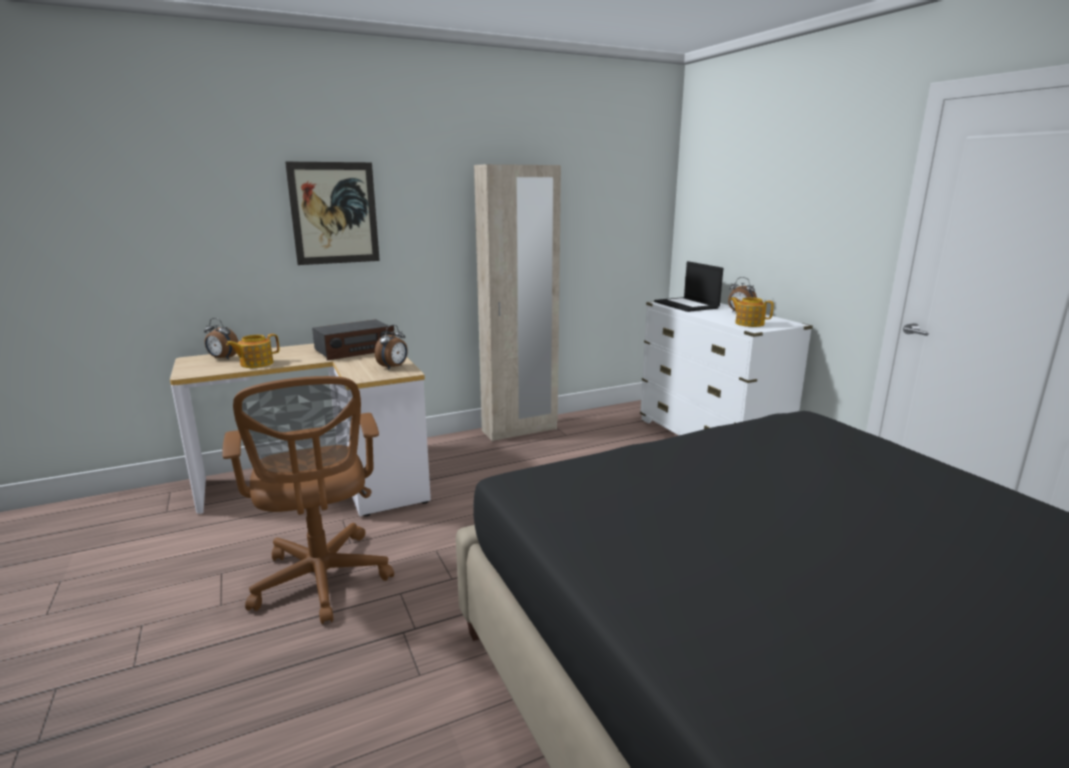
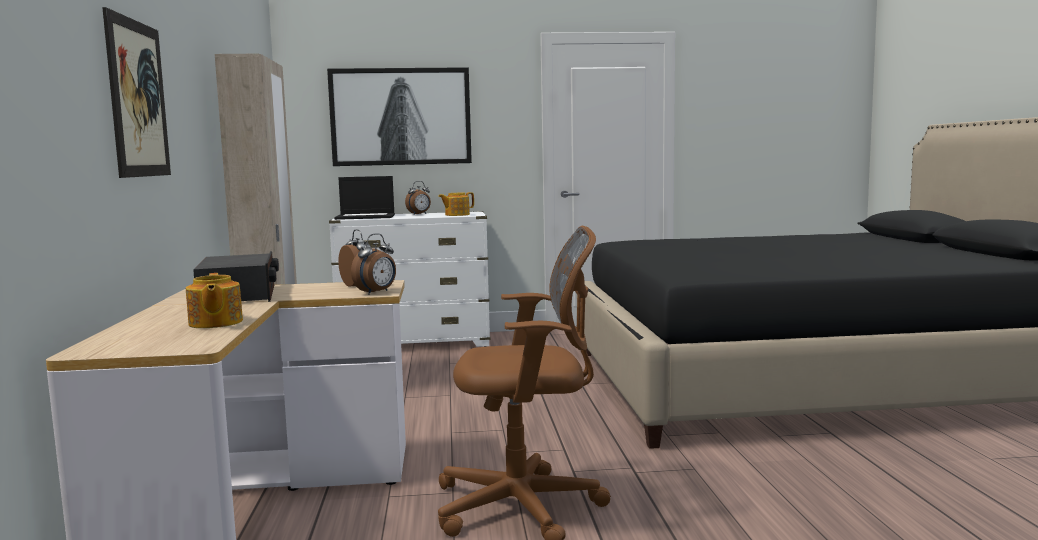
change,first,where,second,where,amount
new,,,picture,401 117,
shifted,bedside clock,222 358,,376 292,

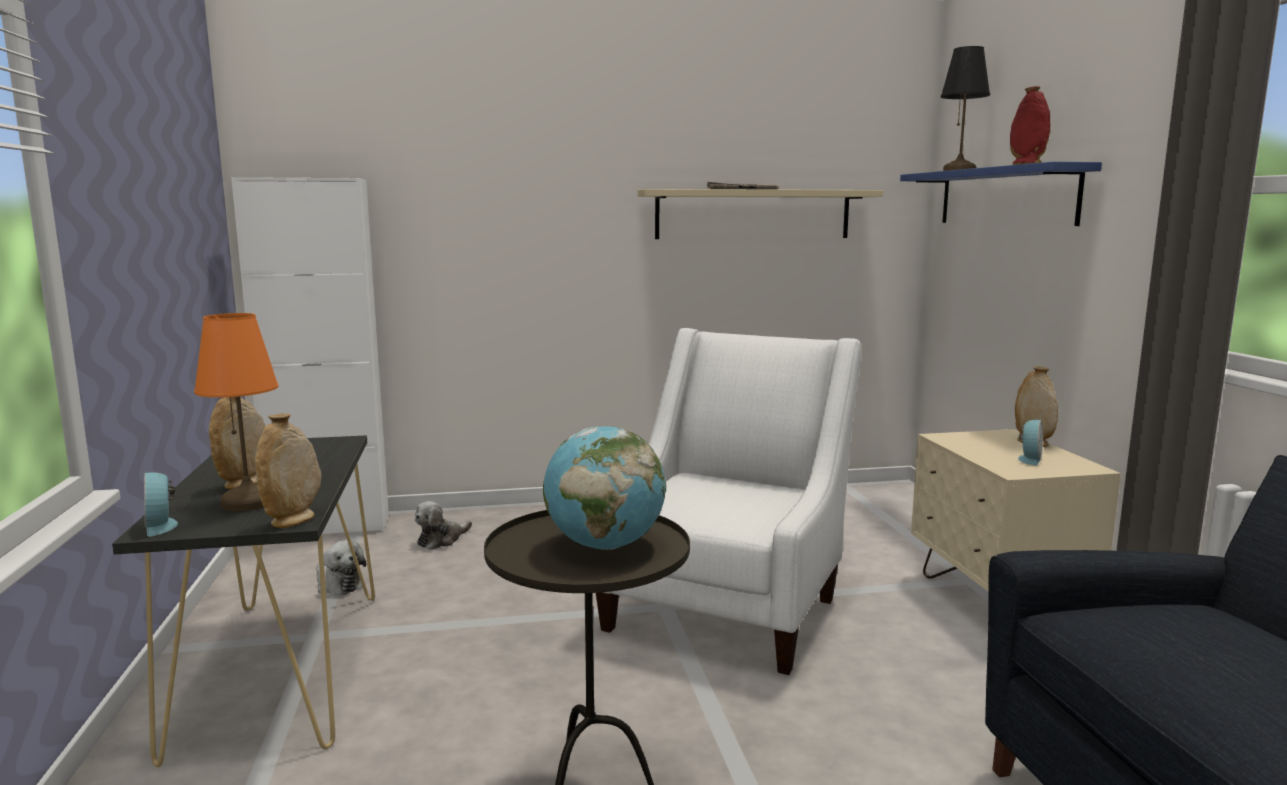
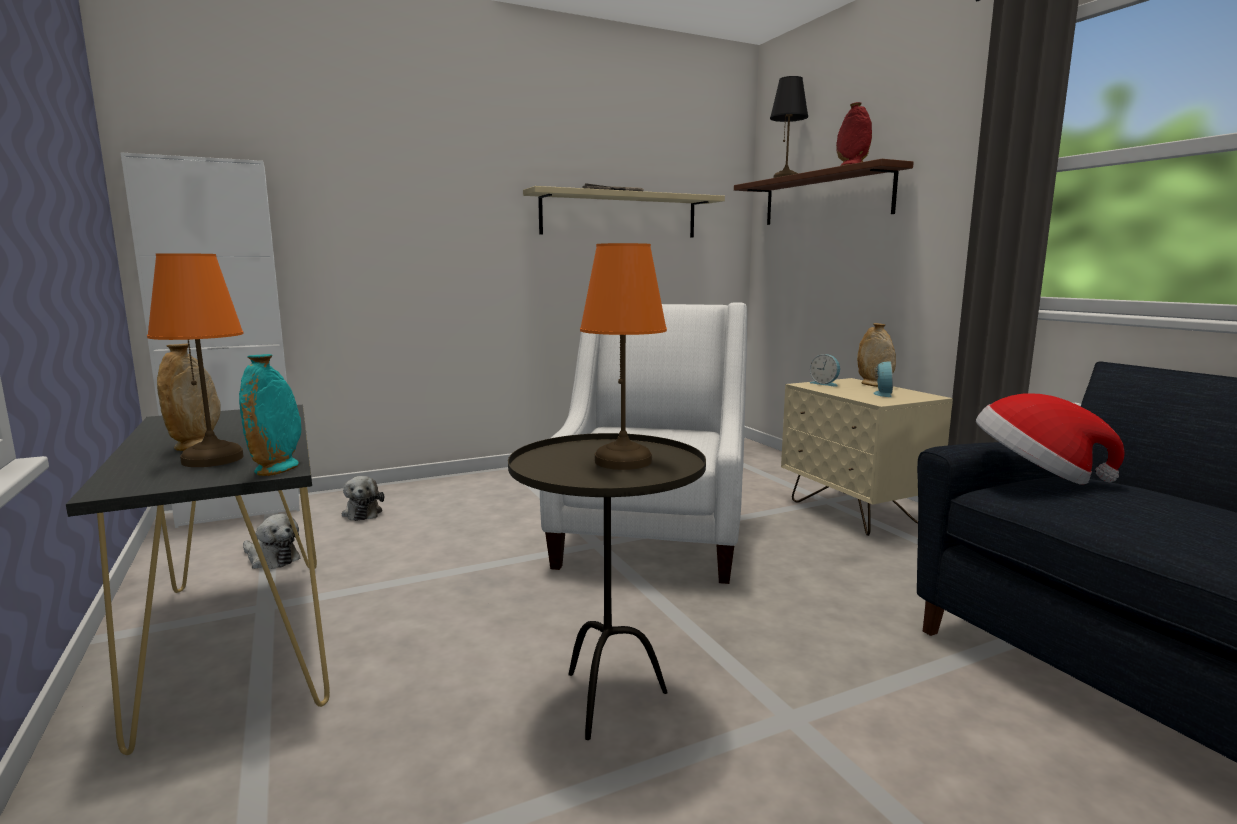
change,first,where,second,where,amount
new,,,hat,1035 475,
shifted,bedside clock,162 525,,825 384,
swapped,world globe,605 545,orange-coloured tabletop lamp,622 461,
repainted,sand-coloured vase,293 520,turquoise vase,277 469,
repainted,blue-coloured shelf,1005 197,brownish shelf,825 198,
rotated,cuddly toy,441 540,,362 512,45 degrees counterclockwise

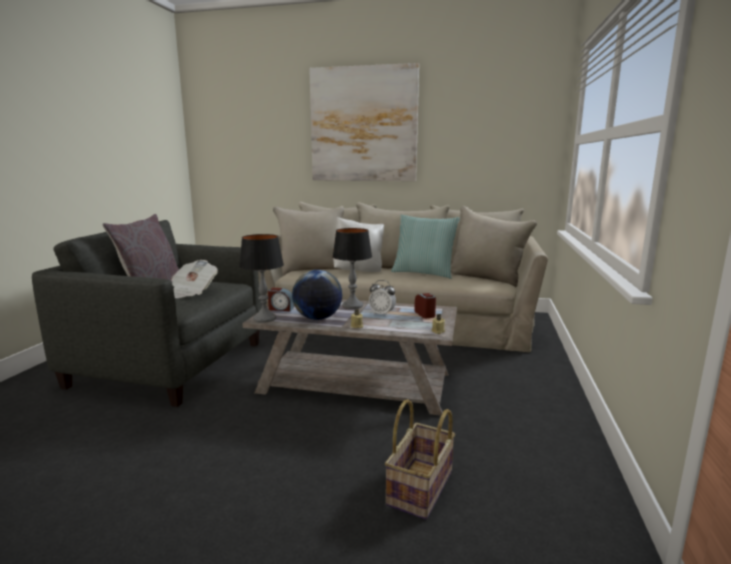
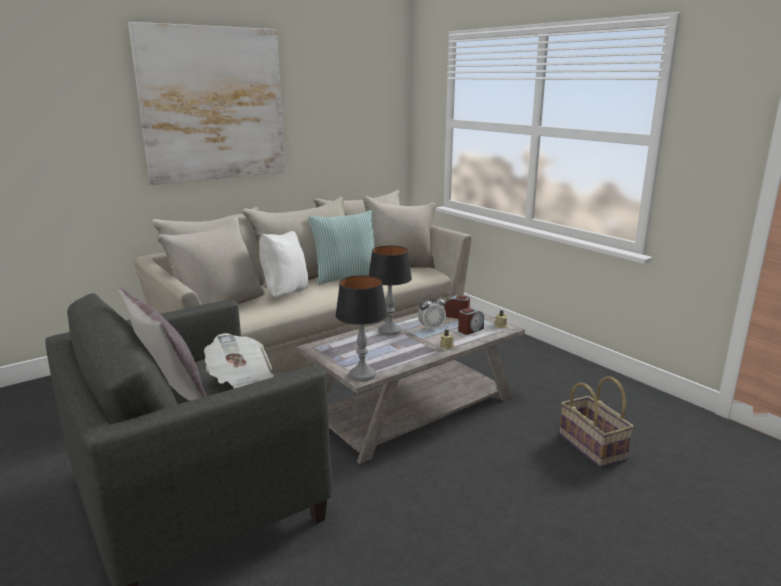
change,first,where,second,where,amount
gone,world globe,317 318,,,
shifted,bedside clock,280 309,,470 330,

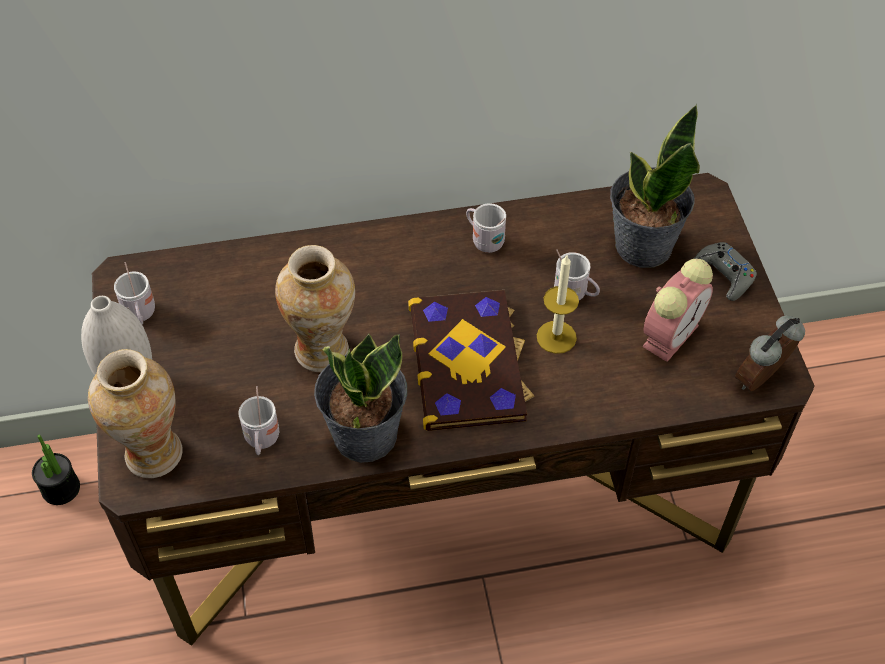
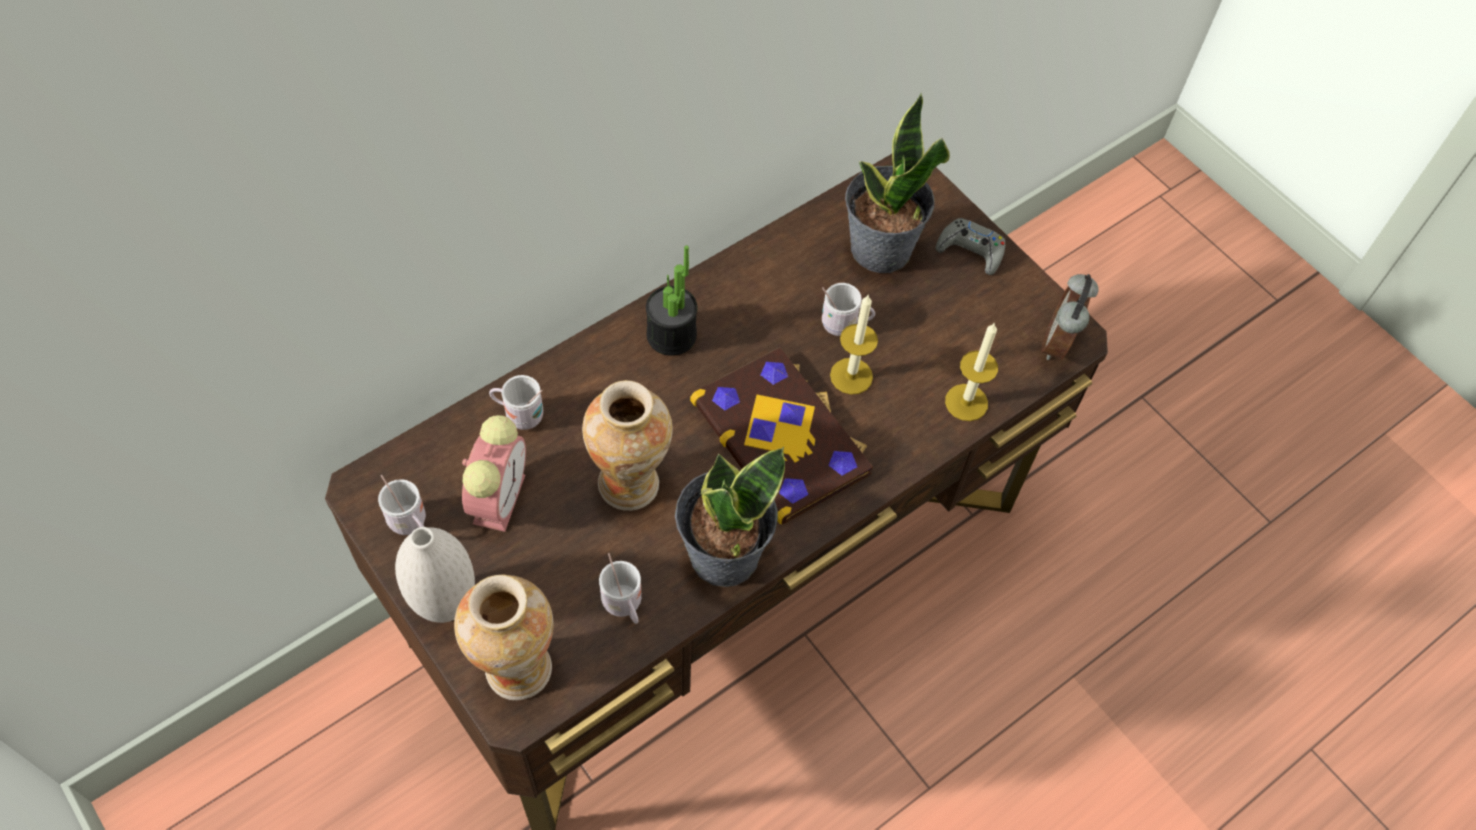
change,first,where,second,where,amount
new,,,wax light,966 402,
shifted,houseplant,61 488,,671 335,
shifted,white-coloured mug,484 240,,519 415,
shifted,bedside clock,671 334,,499 496,

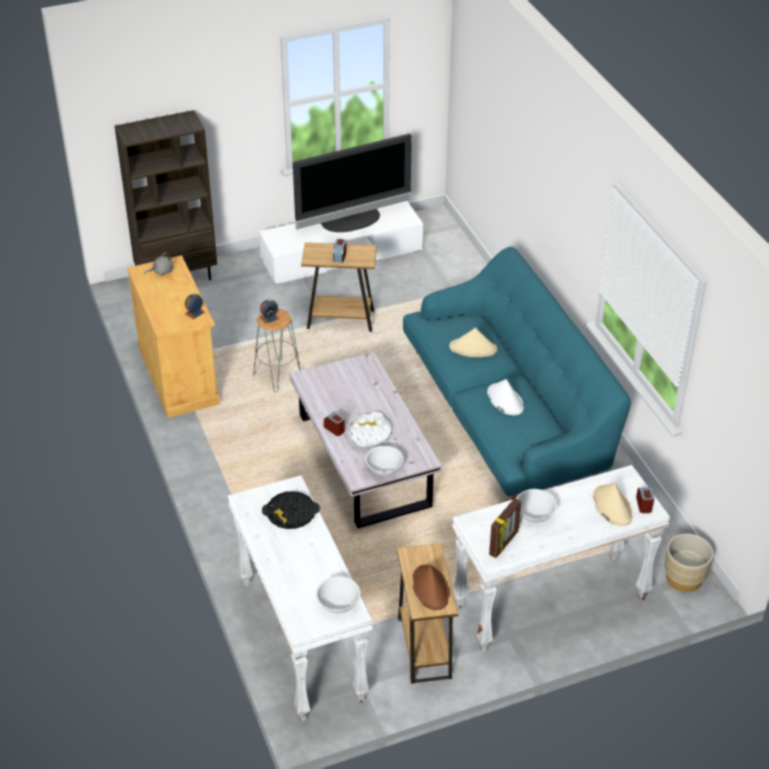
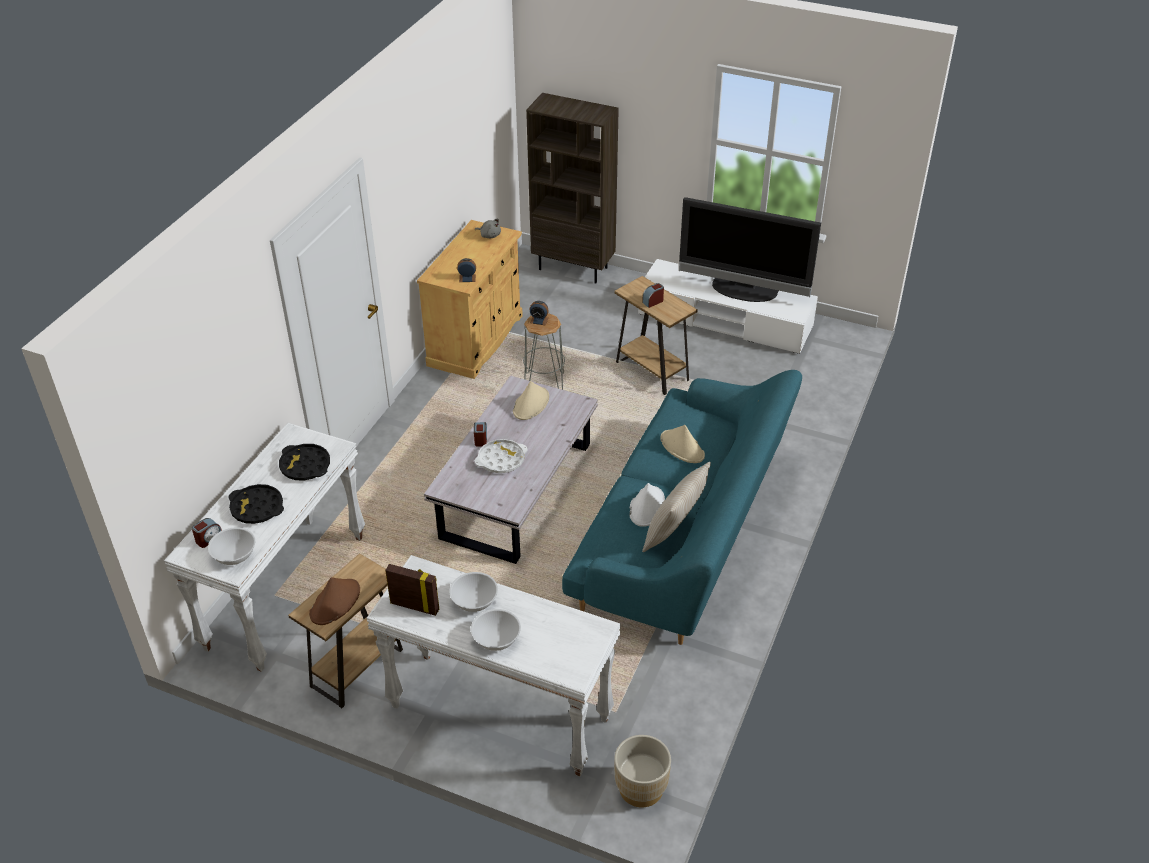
change,first,where,second,where,amount
new,,,black-coloured tray,257 508,
new,,,sand-coloured cushion,674 533,
shifted,white-coloured serving bowl,384 468,,496 639,
shifted,sand-coloured hat,612 506,,531 404,
shifted,bedside clock,644 505,,209 539,
rotated,picture frame,504 543,,415 606,150 degrees counterclockwise

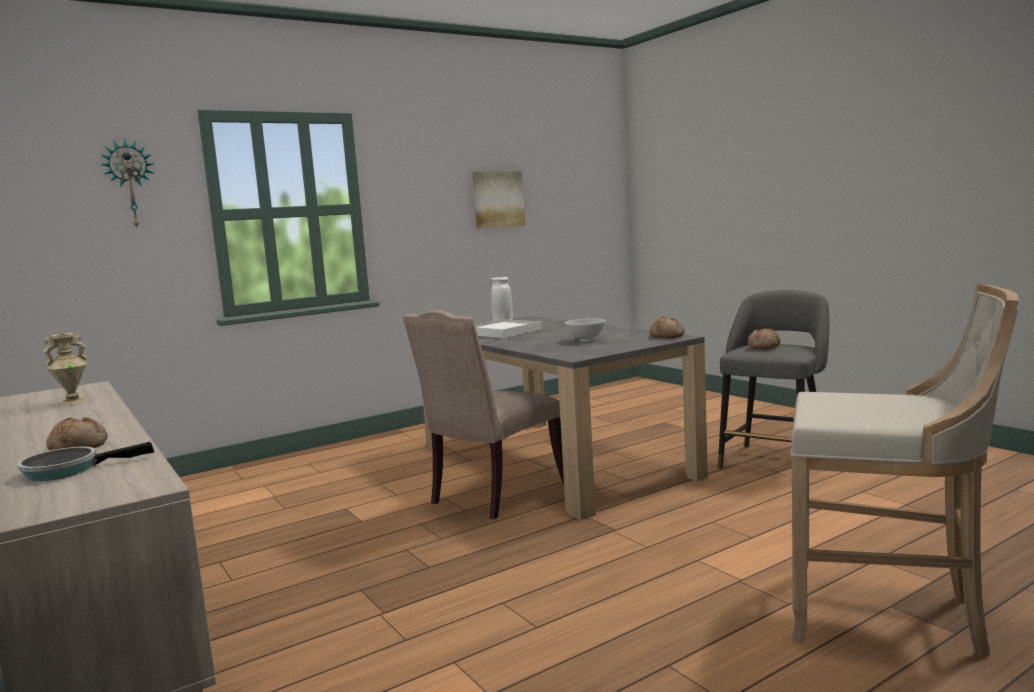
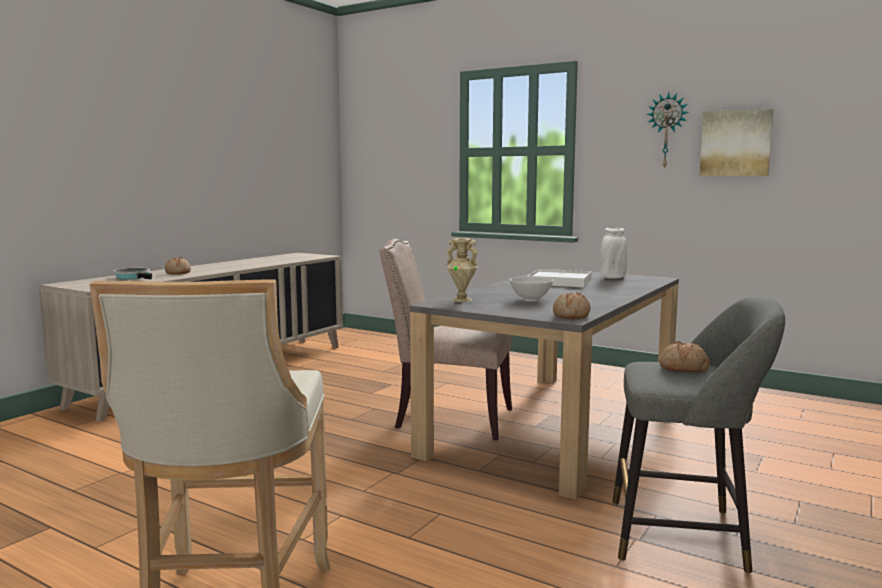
change,first,where,second,where,amount
shifted,sand-coloured vase,73 402,,462 300,
shifted,clock on the wall,130 184,,667 130,

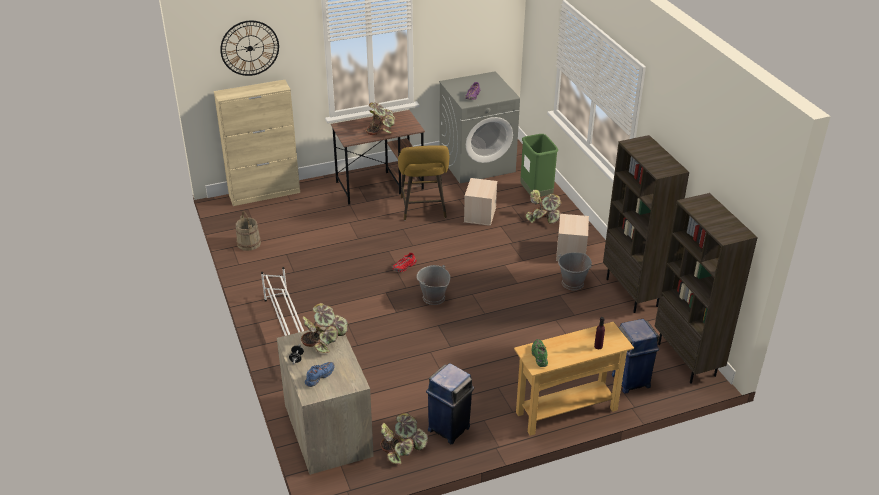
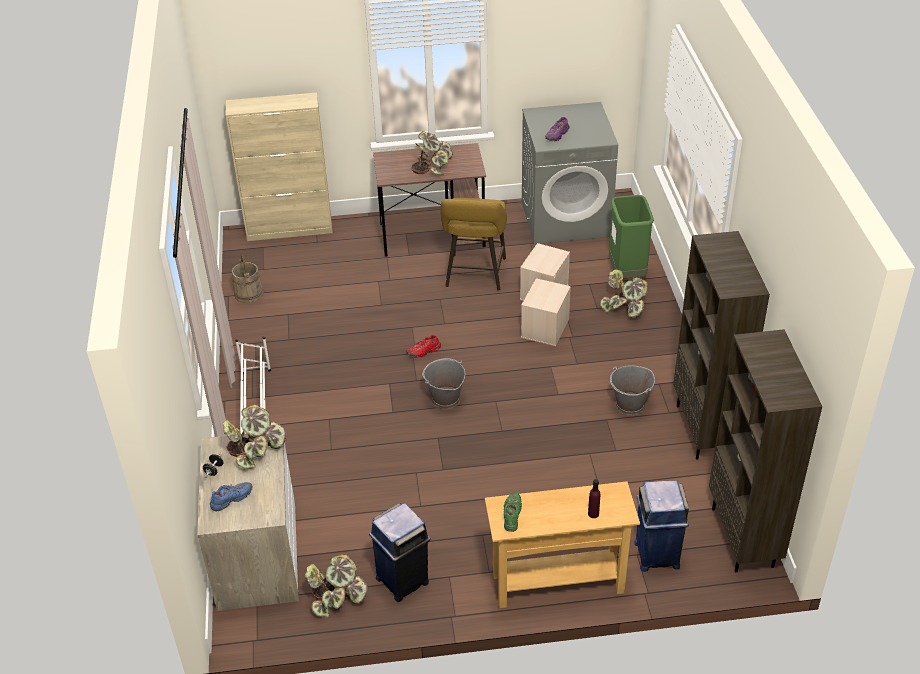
change,first,where,second,where,amount
gone,clock on the wall,250 48,,,
shifted,sand-coloured storage bin,571 252,,545 328,

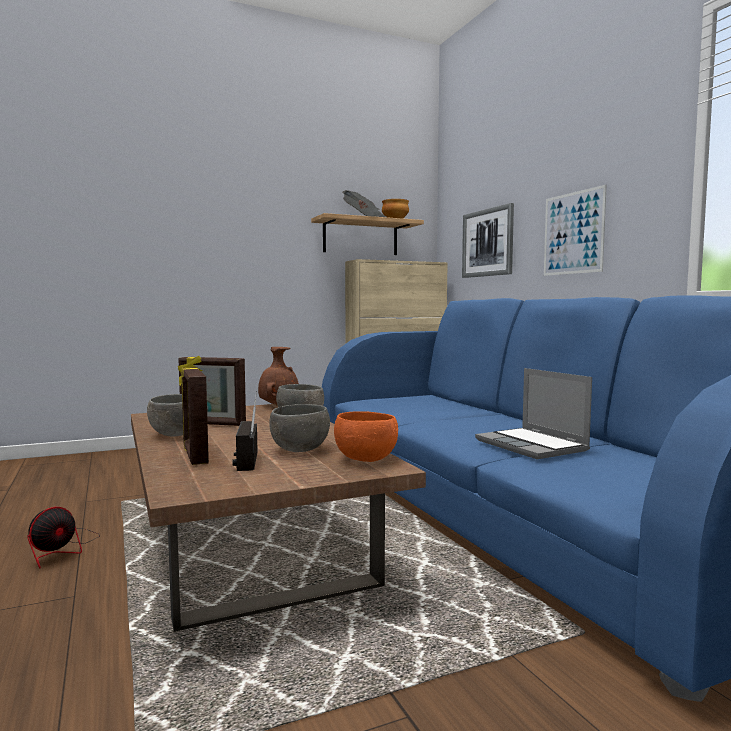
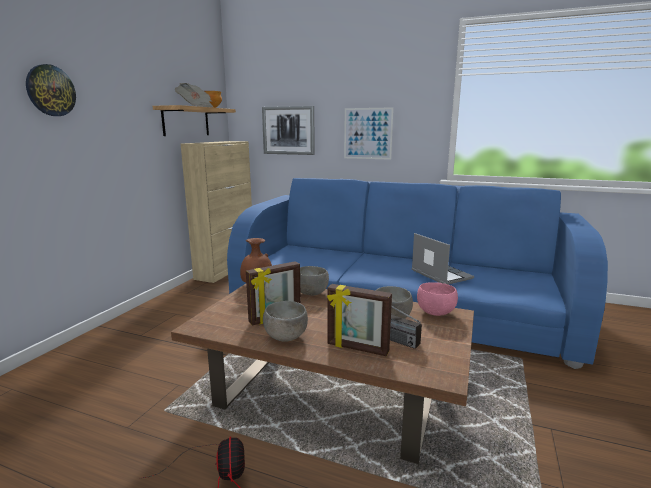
change,first,where,second,where,amount
new,,,clock on the wall,50 90,
repainted,orange-coloured serving bowl,366 460,pinkish serving bowl,436 313,
rotated,notebook computer,532 445,,440 274,135 degrees counterclockwise

